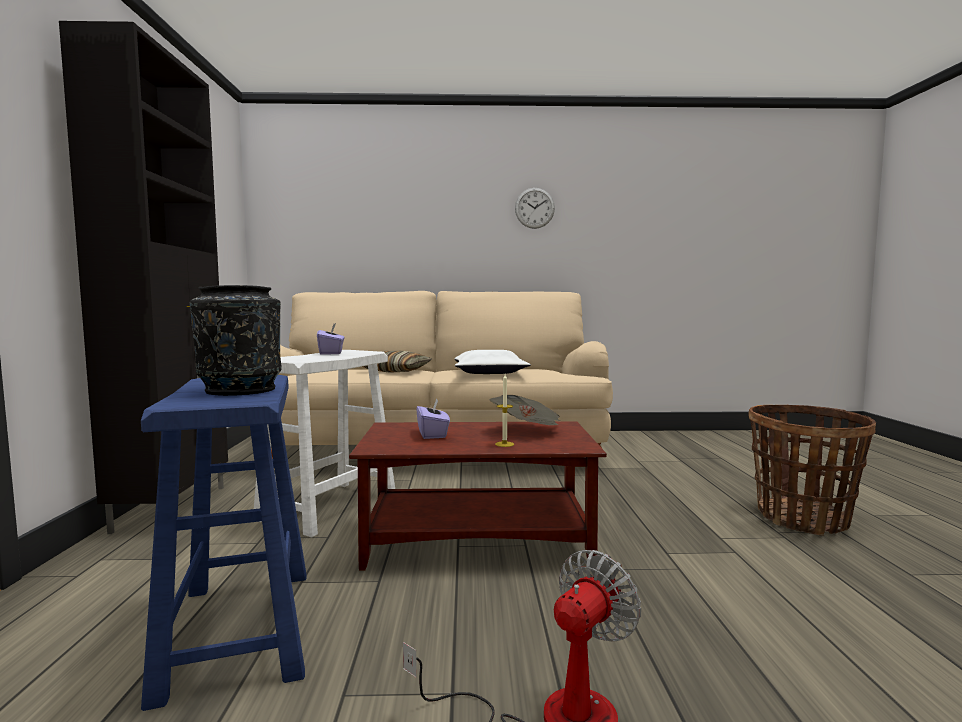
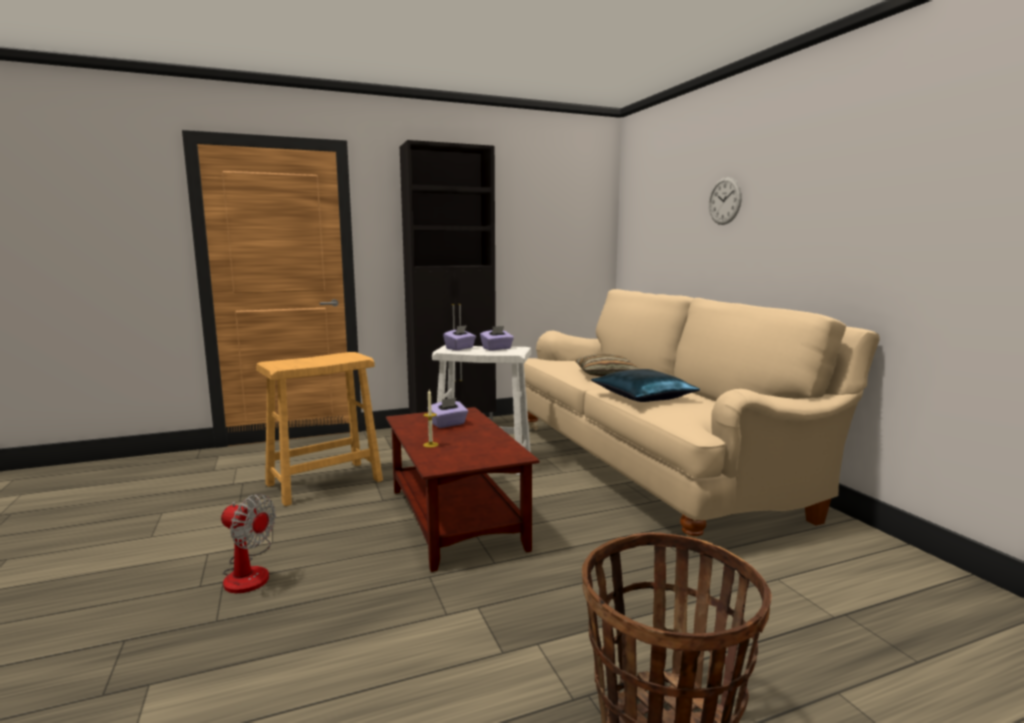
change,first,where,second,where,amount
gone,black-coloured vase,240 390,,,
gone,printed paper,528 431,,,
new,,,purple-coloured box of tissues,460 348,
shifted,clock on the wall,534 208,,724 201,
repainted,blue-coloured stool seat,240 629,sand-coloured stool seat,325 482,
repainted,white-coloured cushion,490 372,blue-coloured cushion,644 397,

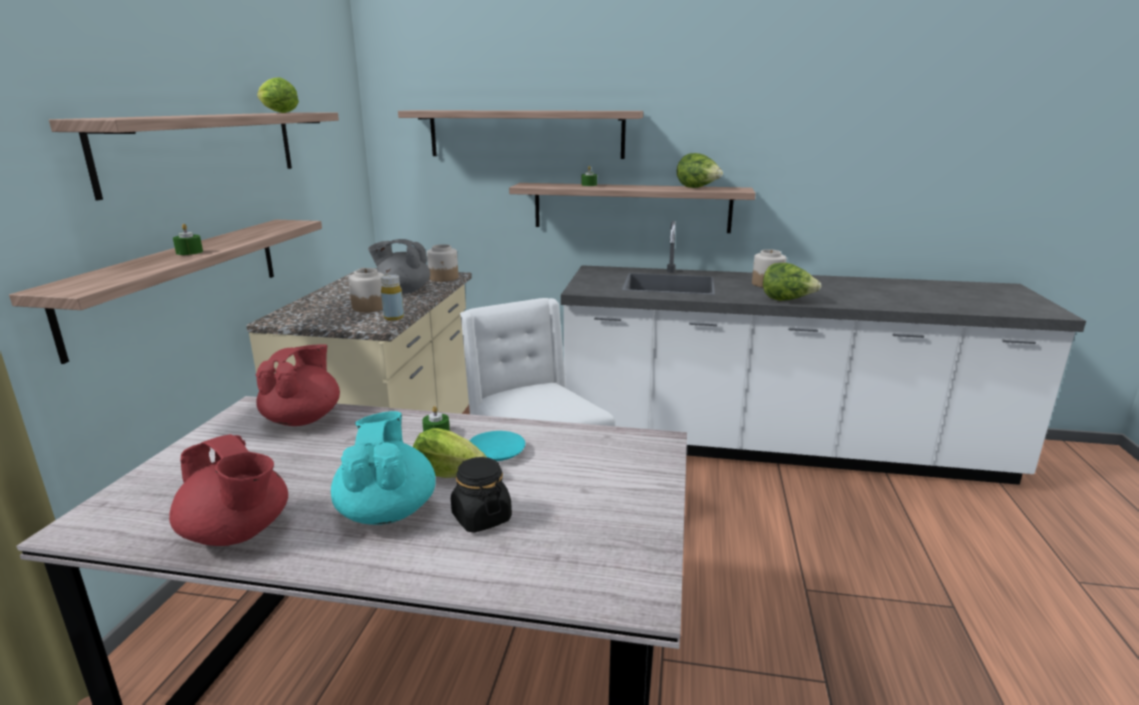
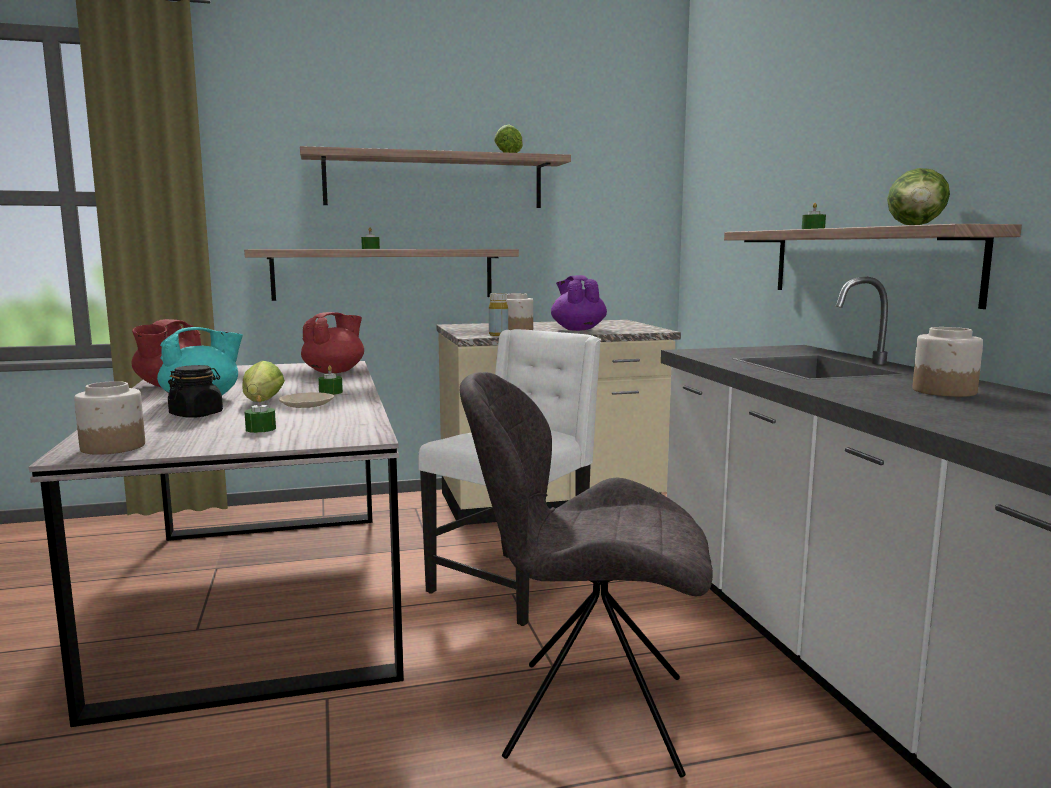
change,first,where,second,where,amount
gone,shelf,526 134,,,
gone,head of lettuce,787 300,,,
new,,,green-coloured wax light,260 429,
new,,,gray plain chair,588 714,
shifted,storage jar,443 278,,112 447,
repainted,gray tea pot,403 291,purple-coloured tea pot,578 329,
repainted,turquoise flat dish,496 453,sand-coloured flat dish,306 406,
rotated,reddish tea pot,303 419,,335 372,45 degrees counterclockwise

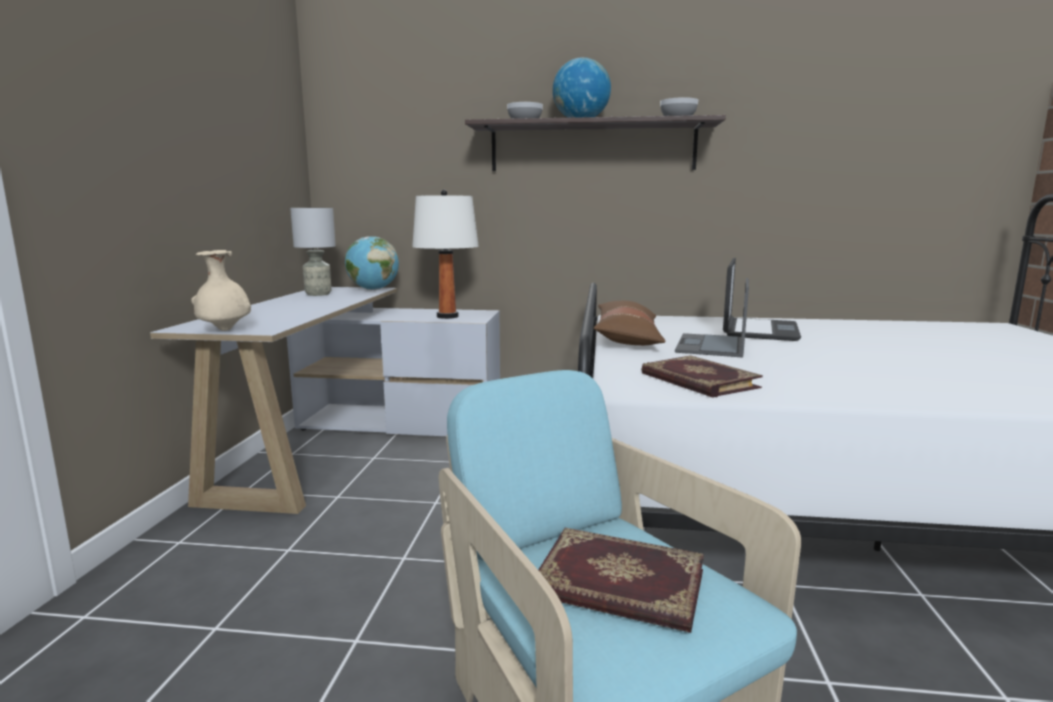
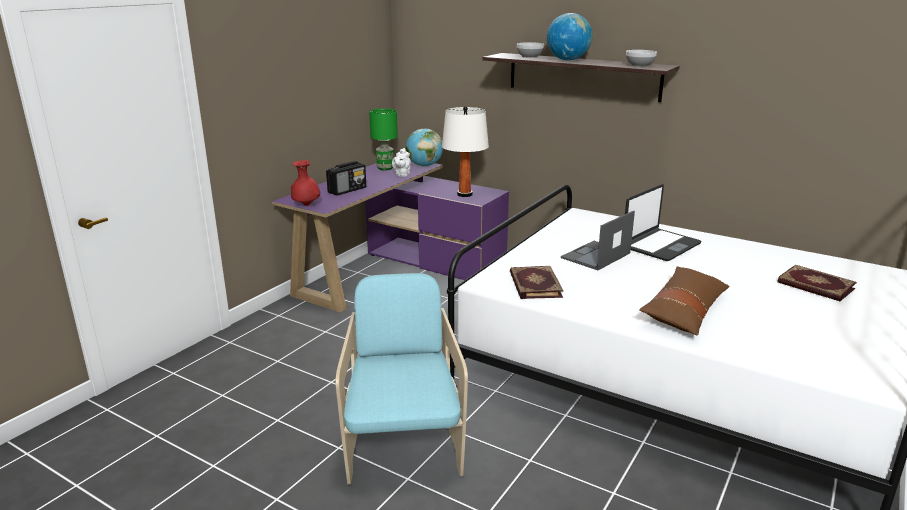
change,first,where,second,where,amount
new,,,radio set,347 190,
new,,,white-coloured tea pot,402 175,
shifted,bound book,619 585,,815 286,
shifted,brownish cushion,627 338,,684 311,
repainted,white-coloured desk unit,353 443,purple-coloured desk unit,396 271,
repainted,sand-coloured vase,225 330,reddish vase,306 205,
repainted,gray tabletop lamp,319 294,green-coloured tabletop lamp,385 168,

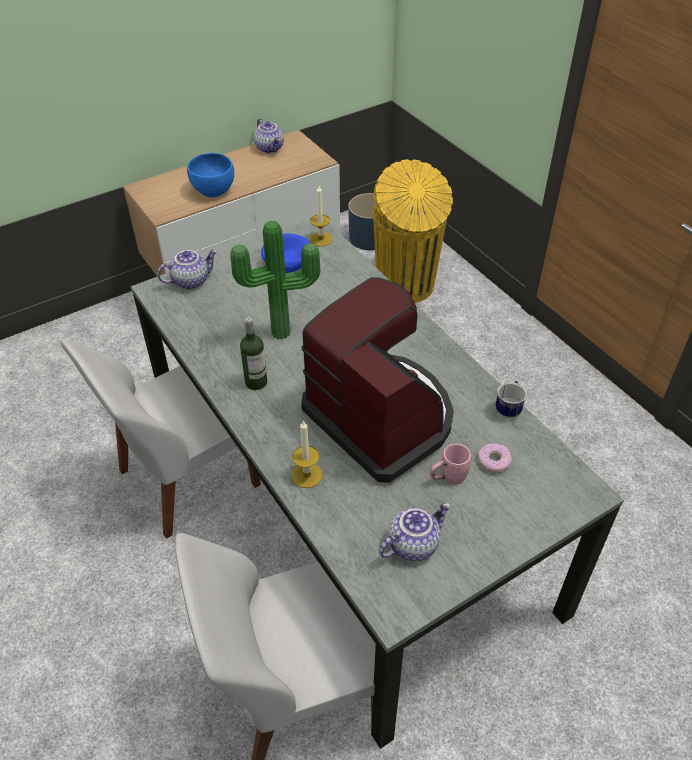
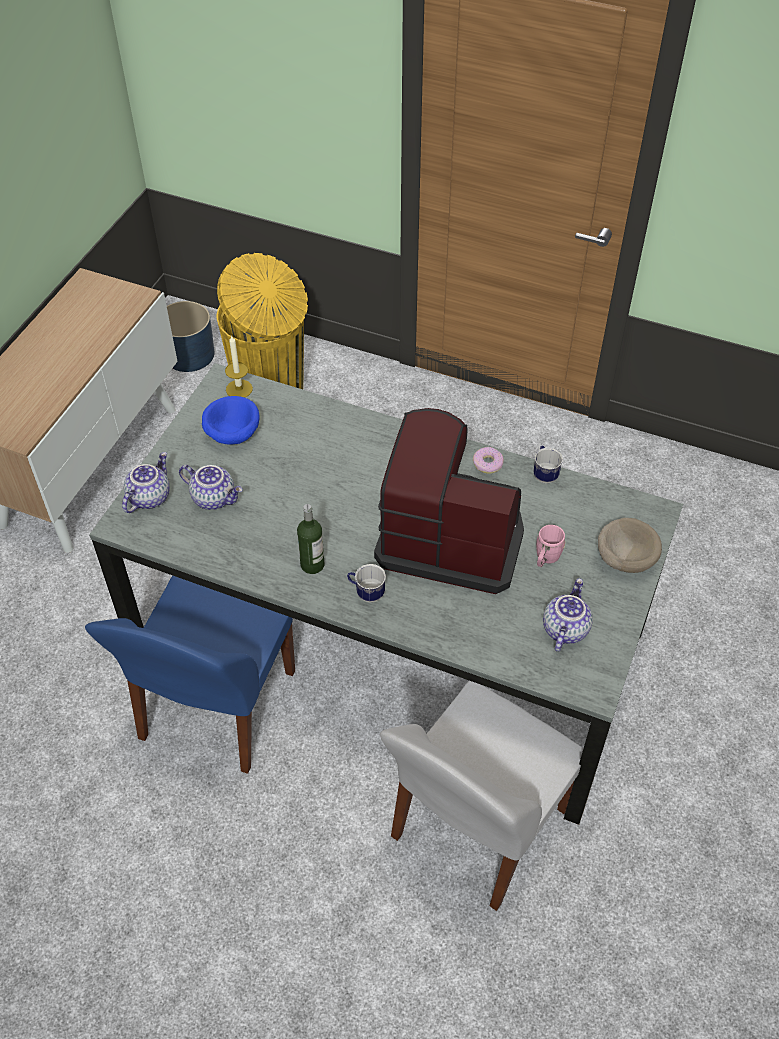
change,first,where,second,where,amount
gone,blue-coloured serving bowl,213 191,,,
gone,houseplant,282 335,,,
gone,wax light,306 475,,,
new,,,mug,366 593,
new,,,sand-coloured serving bowl,624 557,
shifted,tea pot,270 148,,214 498,
shifted,ring doughnut,493 461,,487 464,
repainted,white-coloured plain chair,185 480,blue-coloured plain chair,215 708,

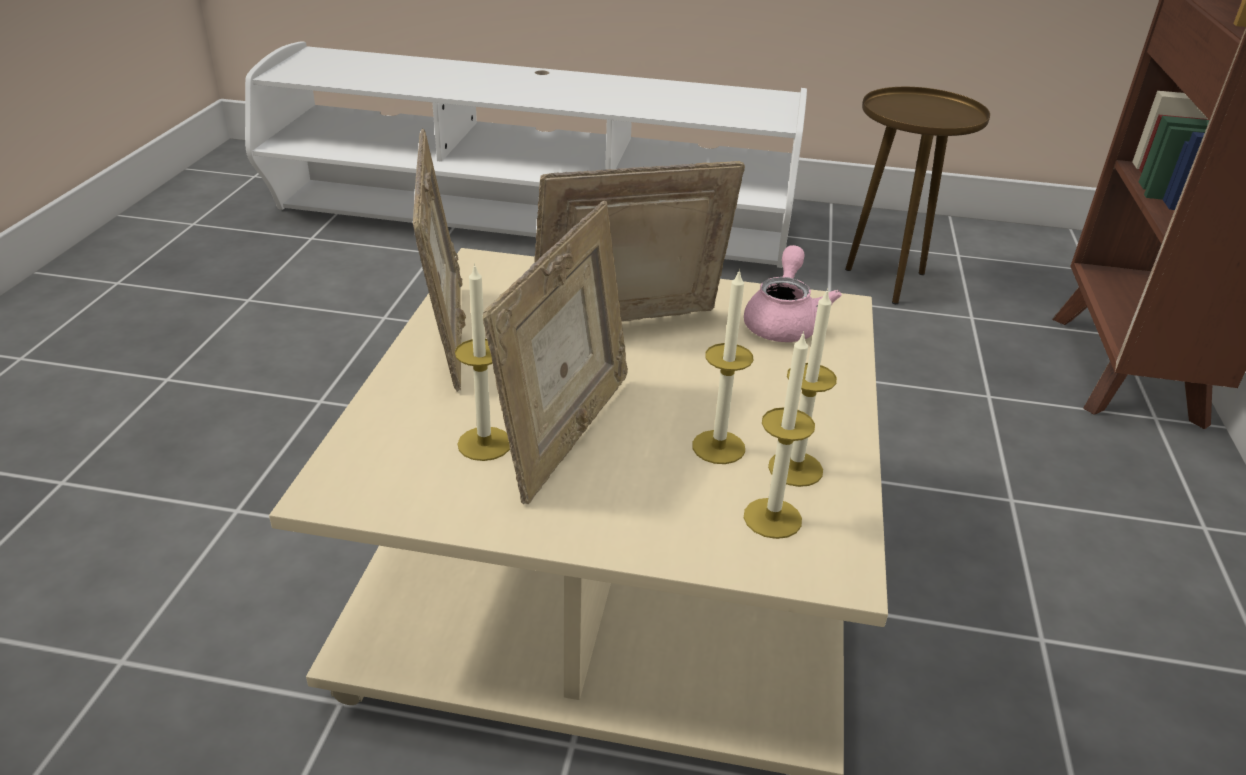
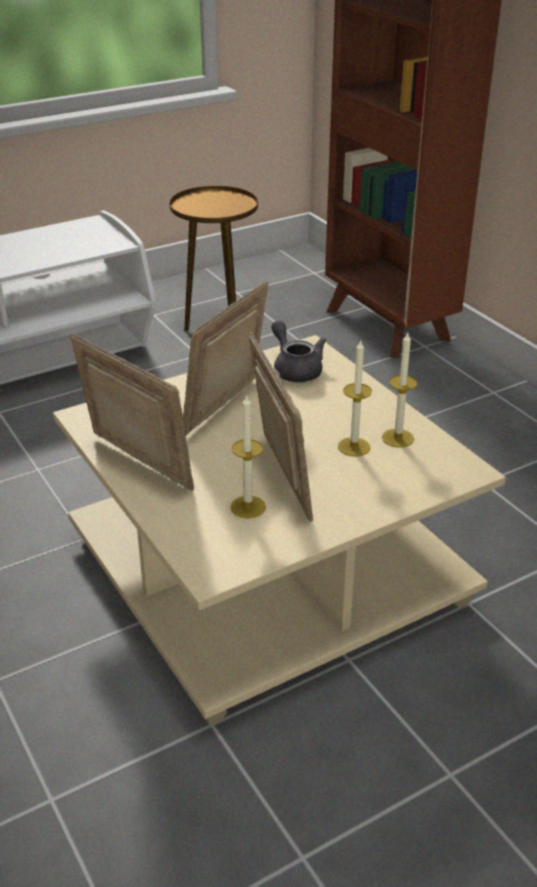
change,first,where,second,where,amount
gone,wax light,772 518,,,
repainted,pinkish tea pot,783 322,gray tea pot,295 369,

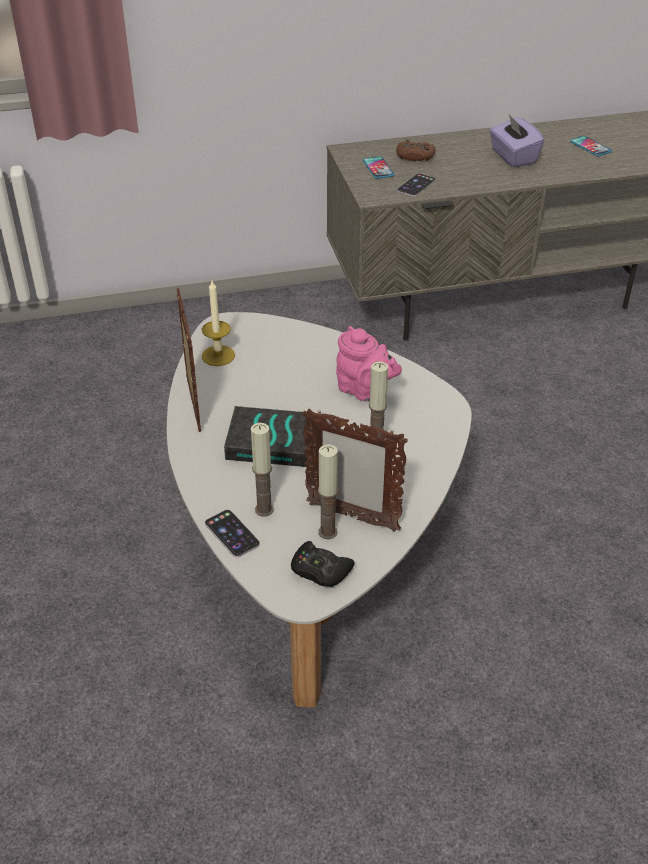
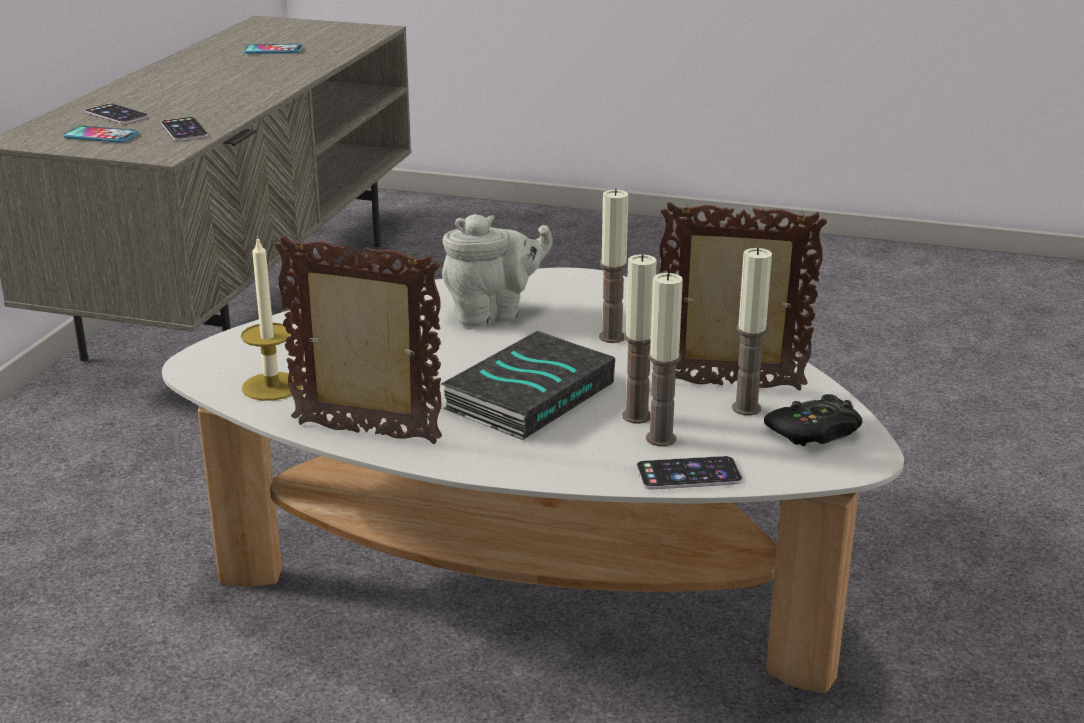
change,first,where,second,where,amount
gone,purple-coloured box of tissues,513 157,,,
new,,,wax light,636 416,
swapped,brownish gamepad,415 156,telephone,116 114,
repainted,pinkish tea pot,365 391,gray tea pot,493 314,
rotated,picture frame,352 517,,731 386,135 degrees counterclockwise

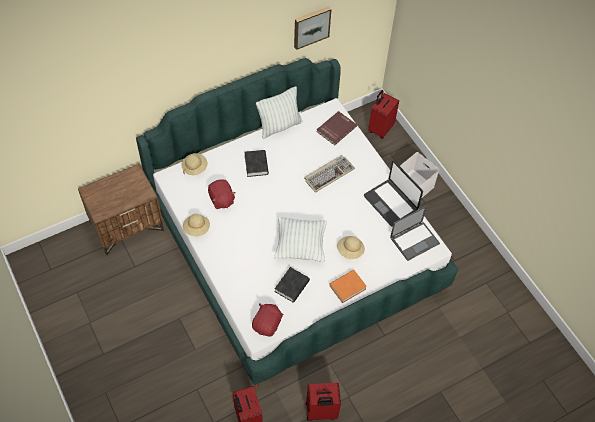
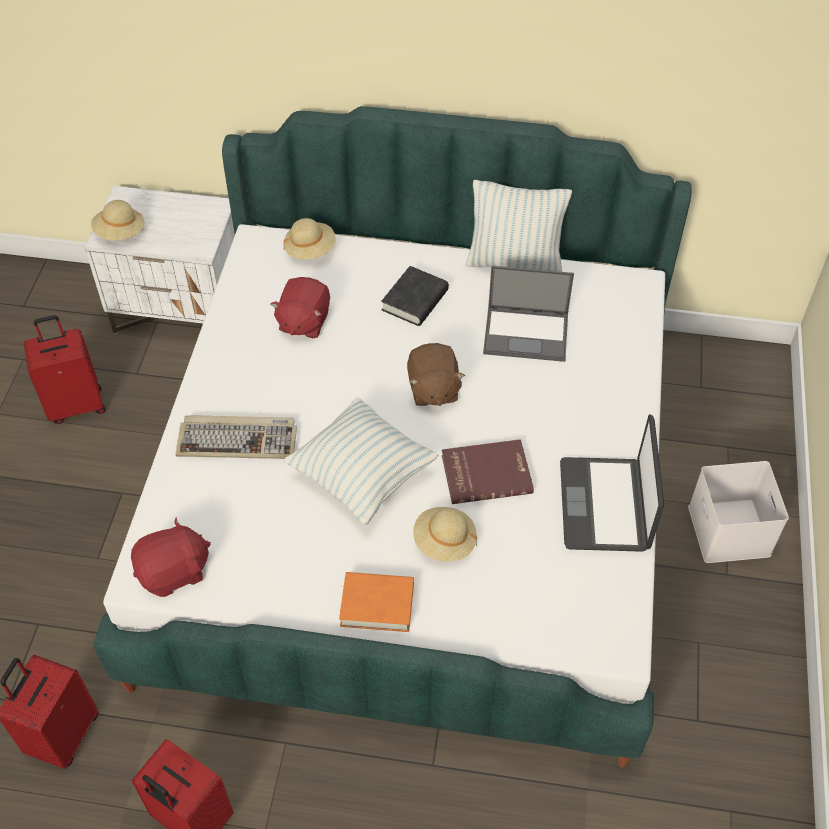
change,first,where,second,where,amount
gone,black-coloured bound book,292 286,,,
gone,picture,311 26,,,
new,,,brownish cuddly toy,433 389,
shifted,sand-coloured hat,197 229,,120 233,
shifted,computer keyboard,329 174,,238 440,
shifted,reddish bound book,336 129,,486 473,
shifted,reddish travel case,380 129,,76 405,
shifted,notebook computer,415 240,,527 333,
repainted,brownish nightstand,127 227,white-coloured nightstand,182 310,

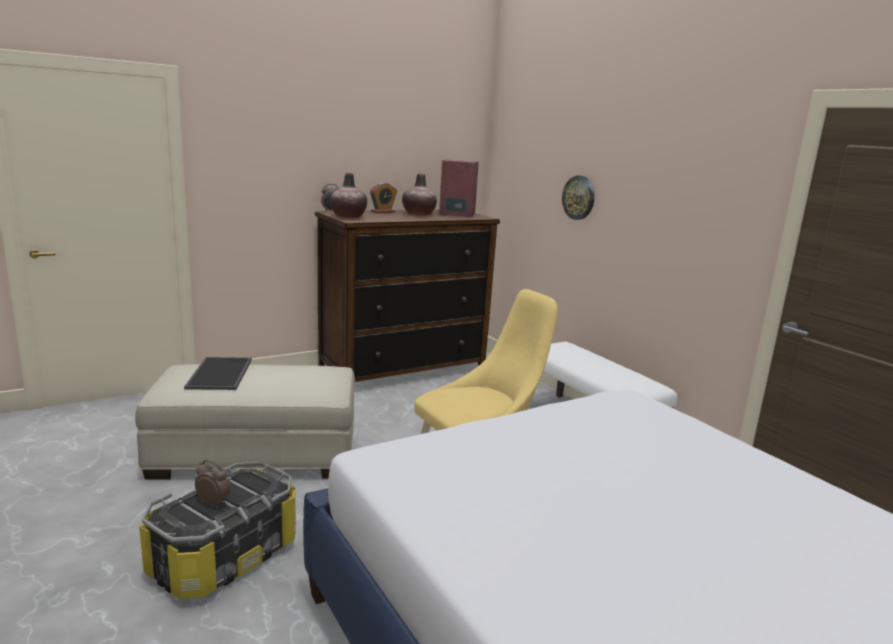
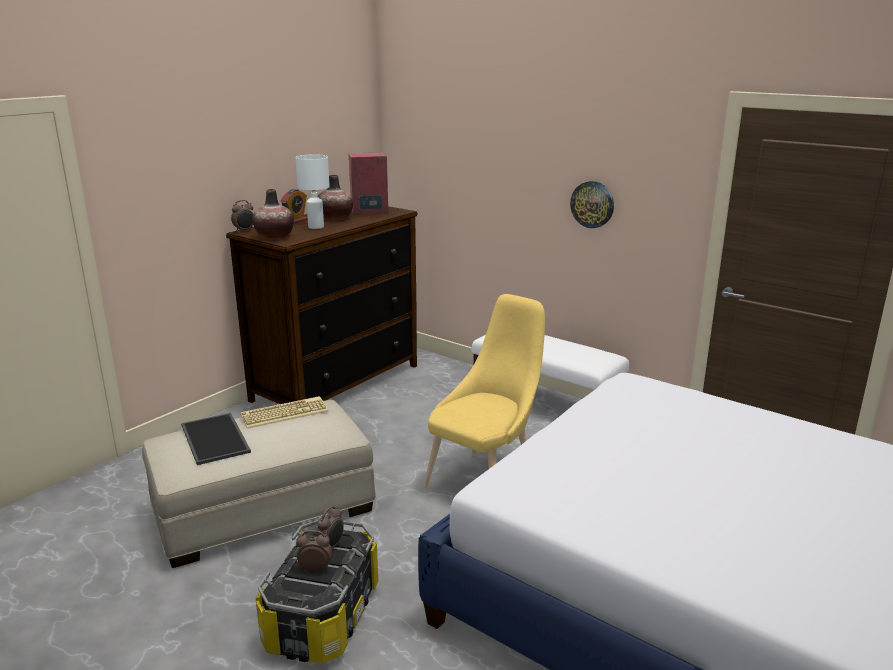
change,first,where,second,where,amount
new,,,computer keyboard,285 413,
new,,,white-coloured tabletop lamp,316 227,
new,,,bedside clock,331 546,
shifted,clock on the wall,579 197,,592 204,

